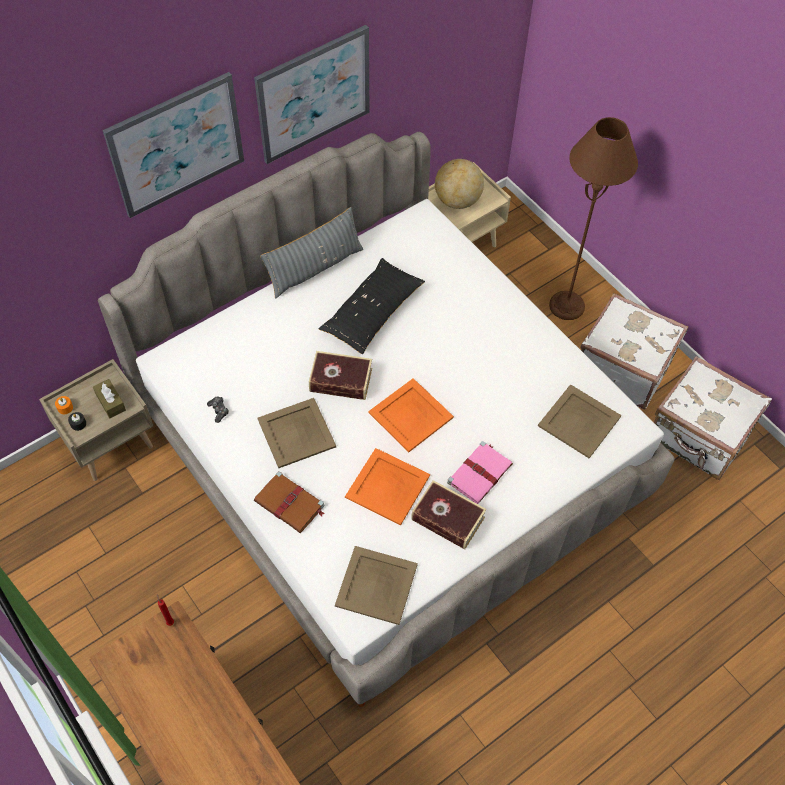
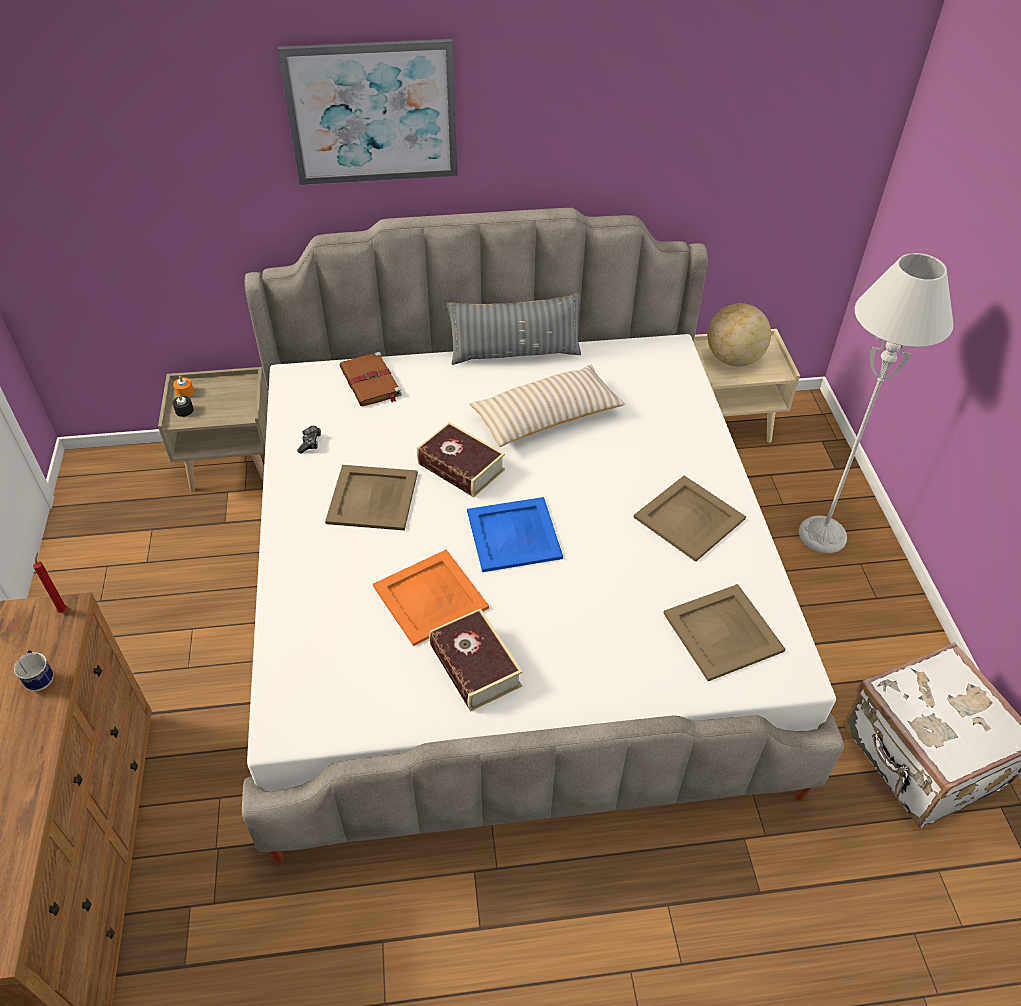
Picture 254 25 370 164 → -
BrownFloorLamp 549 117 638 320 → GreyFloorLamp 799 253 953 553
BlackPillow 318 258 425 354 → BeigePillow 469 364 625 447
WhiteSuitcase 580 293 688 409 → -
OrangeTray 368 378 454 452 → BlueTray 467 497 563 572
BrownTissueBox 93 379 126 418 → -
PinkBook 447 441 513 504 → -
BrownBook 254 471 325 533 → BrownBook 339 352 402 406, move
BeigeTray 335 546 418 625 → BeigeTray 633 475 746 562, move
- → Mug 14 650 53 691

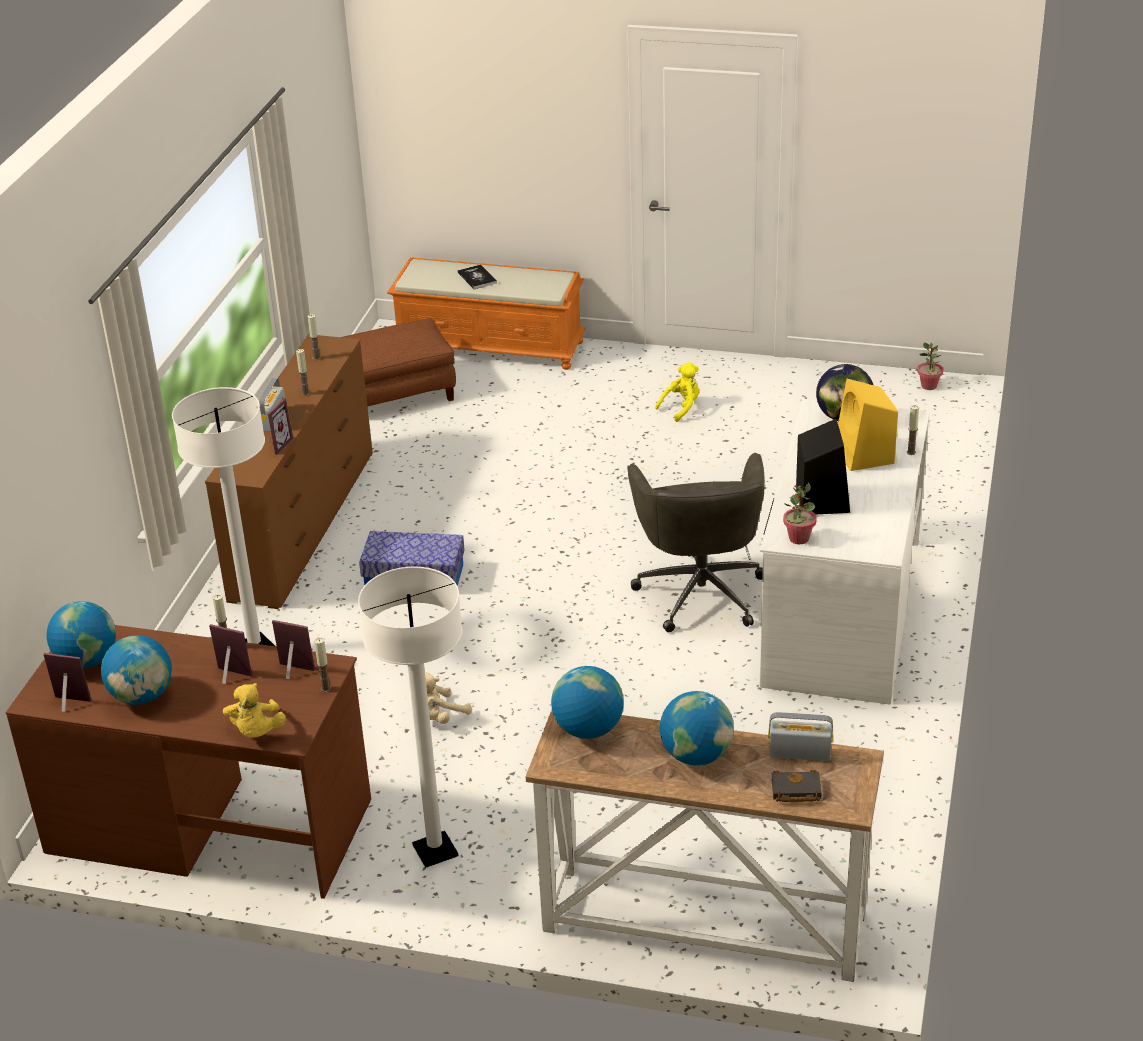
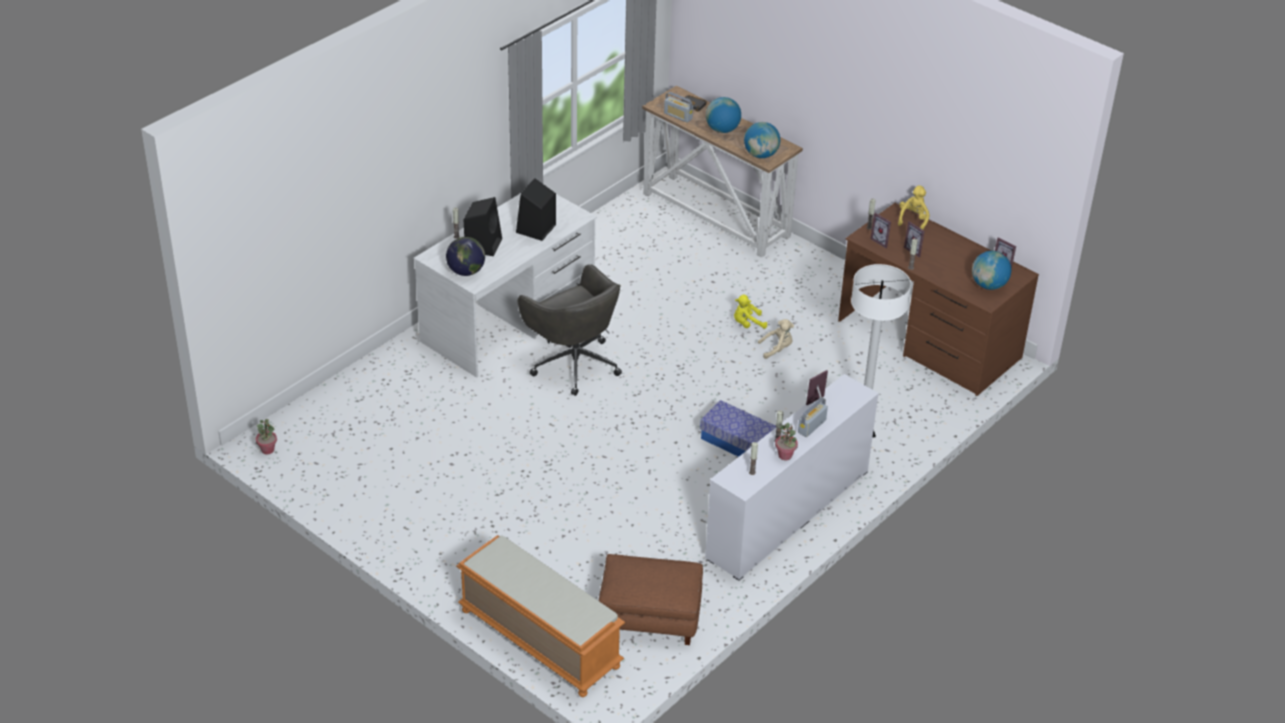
Book 458 264 497 289 → -
BrownDresser 205 334 373 609 → WhiteDresser 705 374 879 581
YellowPlushToy 655 362 699 422 → YellowPlushToy 734 295 767 329, move
YellowSpeaker 838 379 898 471 → BlackSpeaker 464 197 502 256
GreyOfficeChair 627 453 765 632 → GreyOfficeChair 518 264 622 396, 120 degrees clockwise
PottedPlant 783 483 817 544 → PottedPlant 775 423 798 460, move
WhiteFloorLamp 358 566 462 868 → -
Globe 101 635 172 705 → -

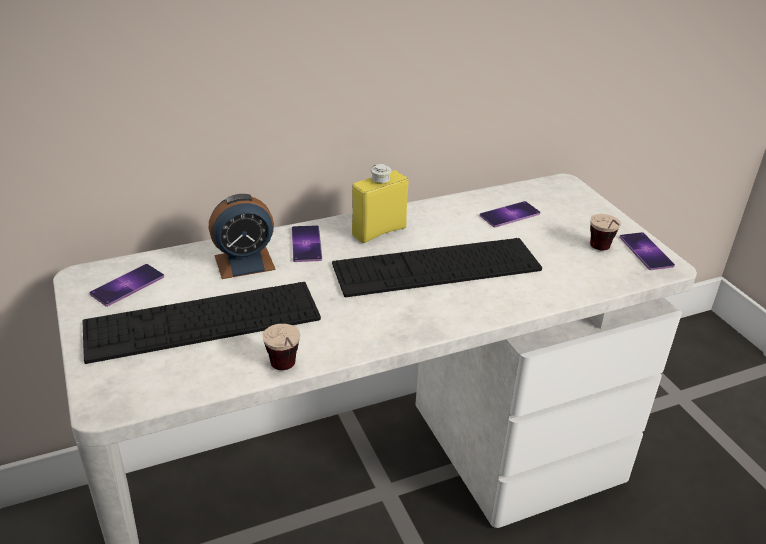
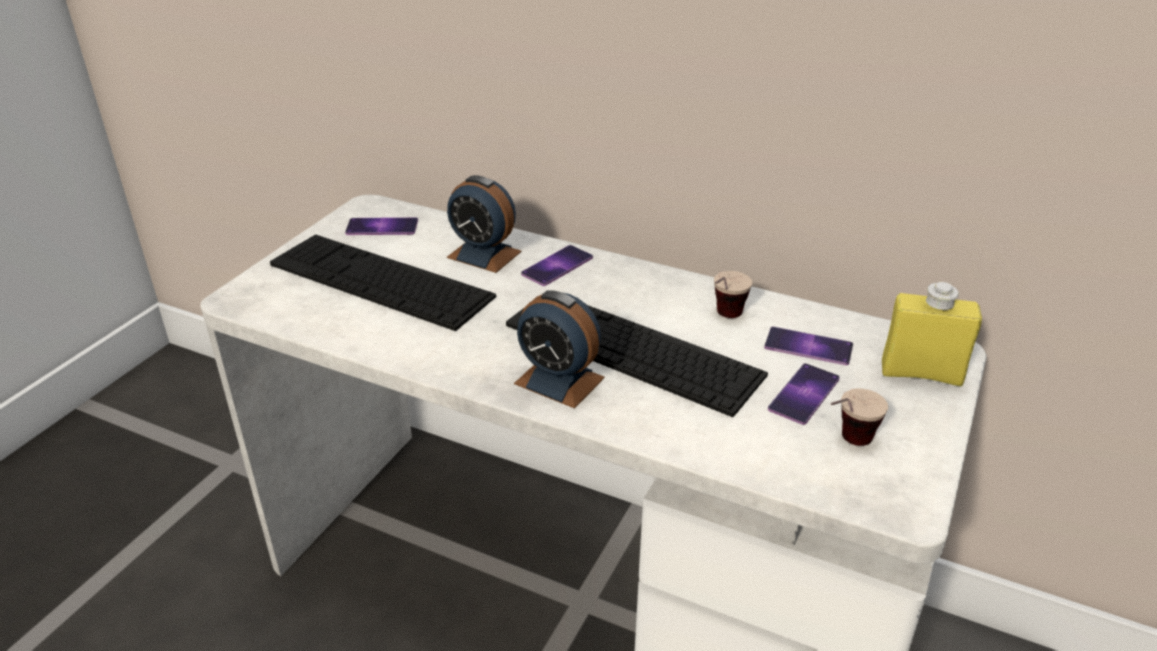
YellowBottle 352 164 408 243 → YellowBottle 882 282 982 386, move
Phone 619 232 675 270 → Phone 768 363 840 425, move
Cup 263 324 300 370 → Cup 714 271 752 318, move
- → AlarmClock 514 290 605 409

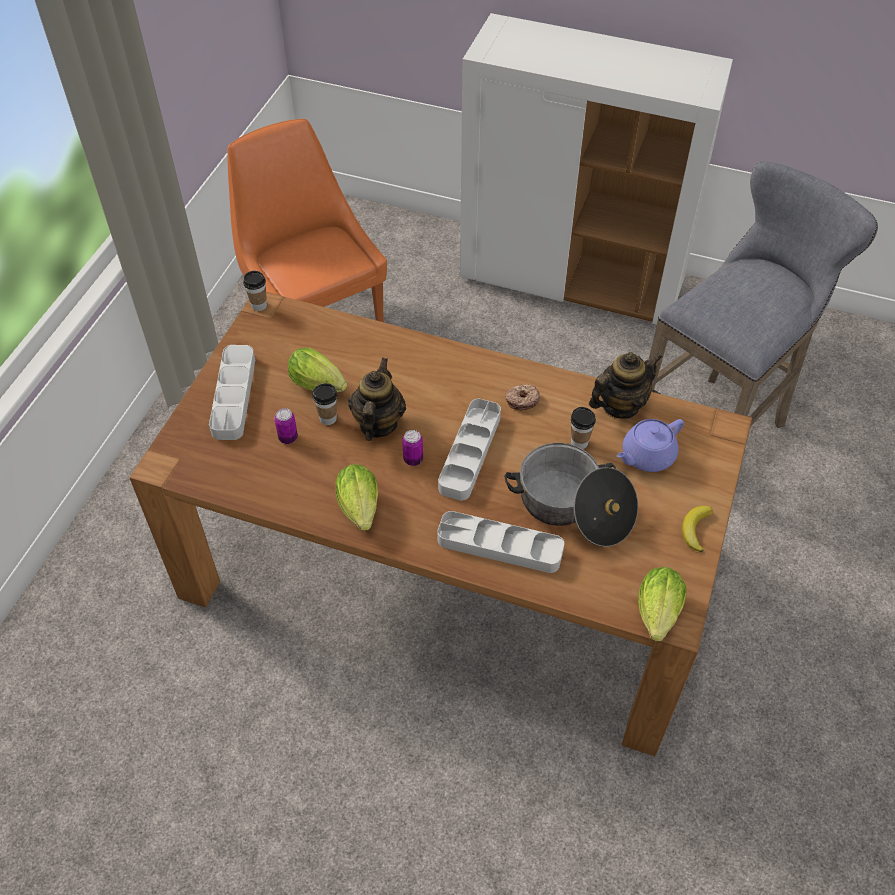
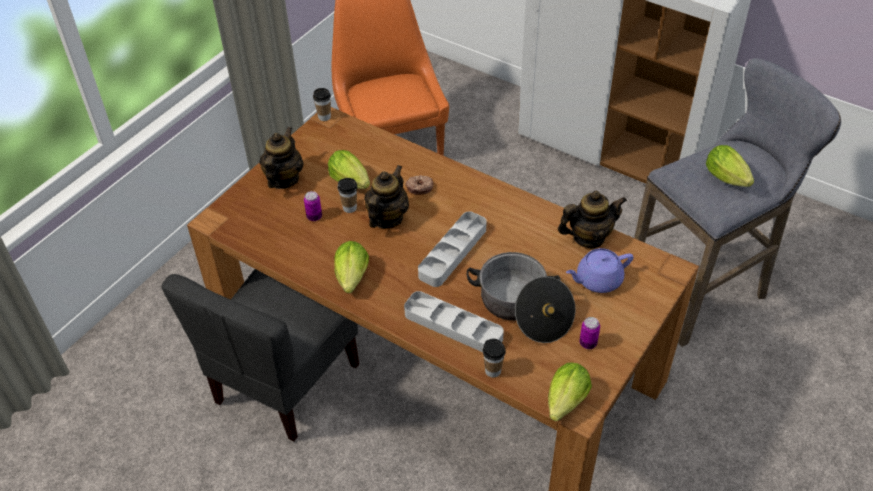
GreyTray 209 345 255 440 → Teapot 260 127 304 189
Donut 505 384 540 411 → Donut 405 175 433 195, move
Cup 571 407 596 449 → Cup 482 339 506 378, move
Can 402 430 423 466 → Can 580 317 600 349, move
Banana 682 506 713 552 → -
- → Lettuce 706 145 754 187
- → GreyChair 161 269 359 442

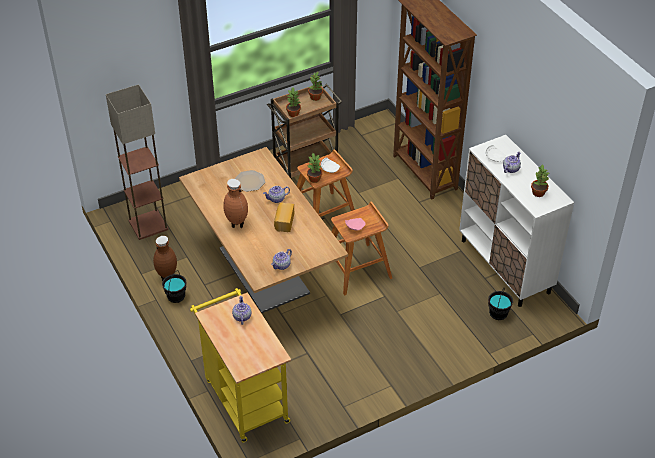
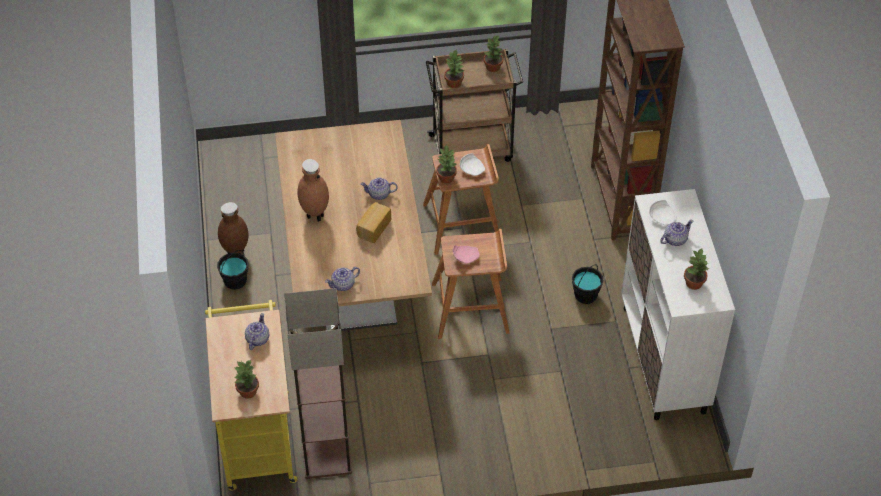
FloorLamp 106 84 168 240 → FloorLamp 284 288 352 479, move
Plate 234 170 265 192 → -
BlackBucket 488 288 513 320 → BlackBucket 572 265 603 304, move
- → PottedPlant 235 360 259 399

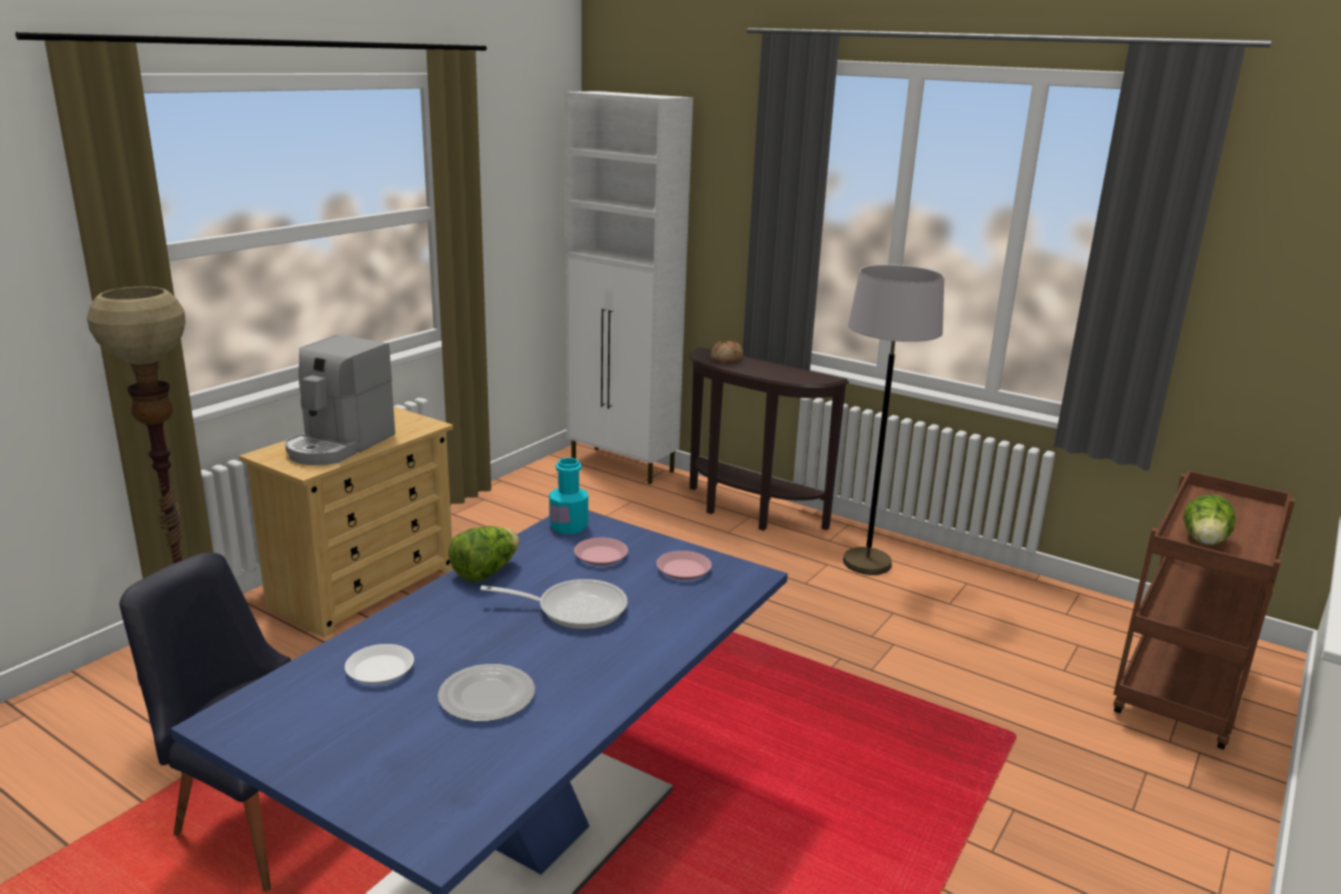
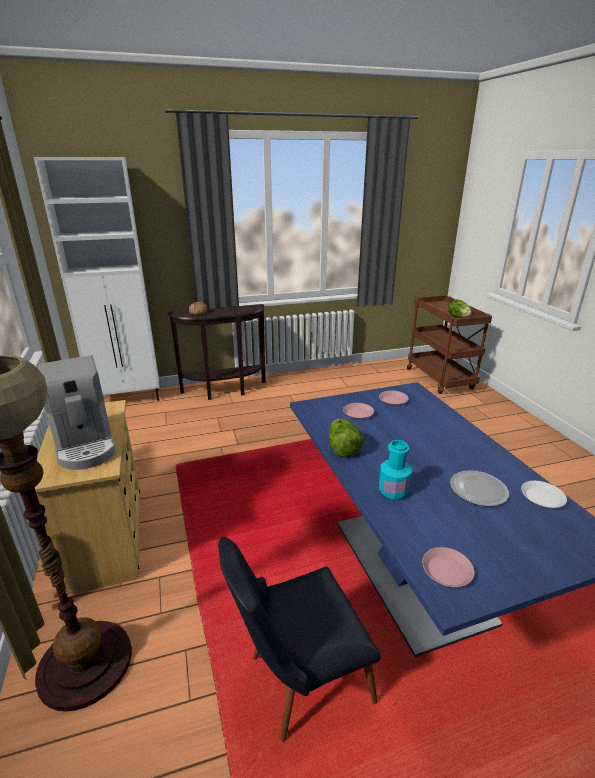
GreyFloorLamp 843 264 944 575 → -
TurquoiseBottle 549 458 588 534 → TurquoiseBottle 379 440 412 499, move
FryingPan 480 579 628 629 → -
WhitePlate 345 644 414 685 → WhitePlate 521 481 567 508, move
- → PinkPlate 422 547 474 587

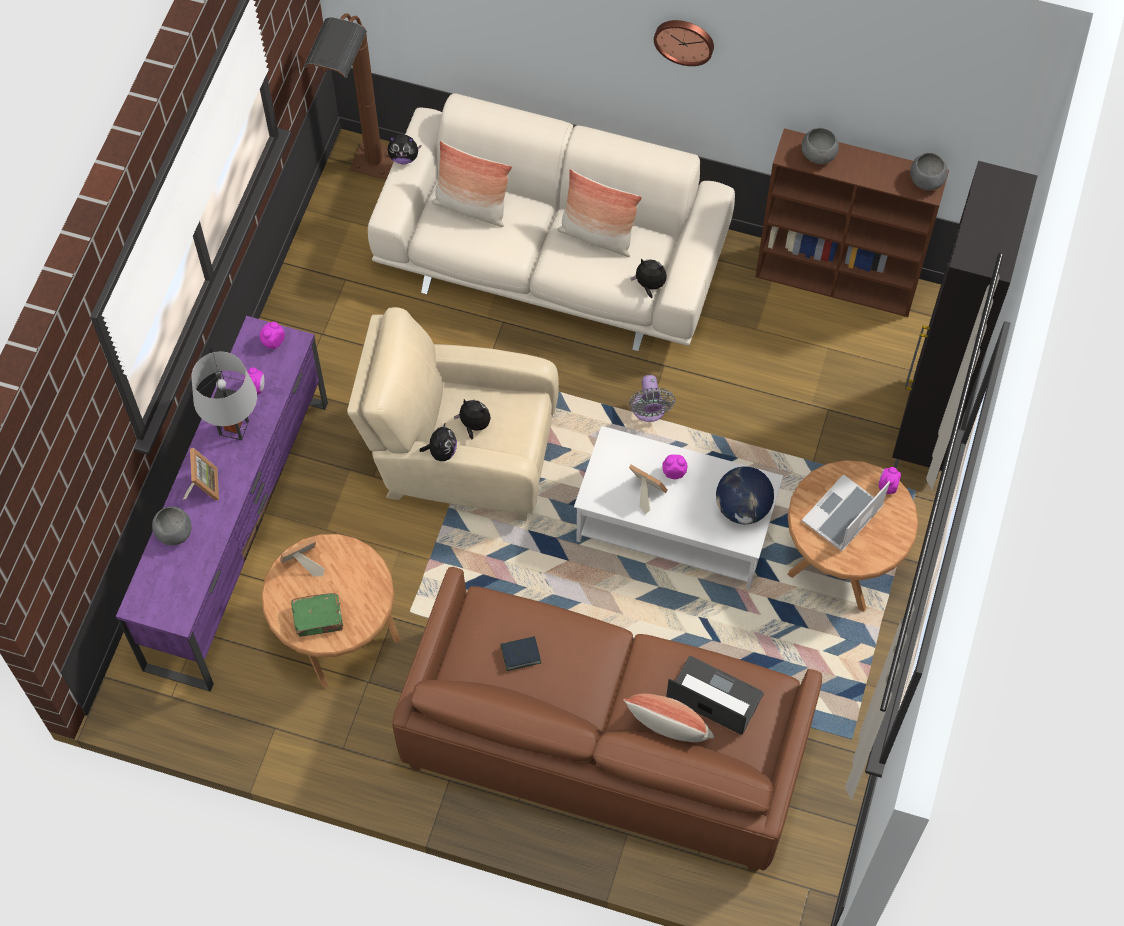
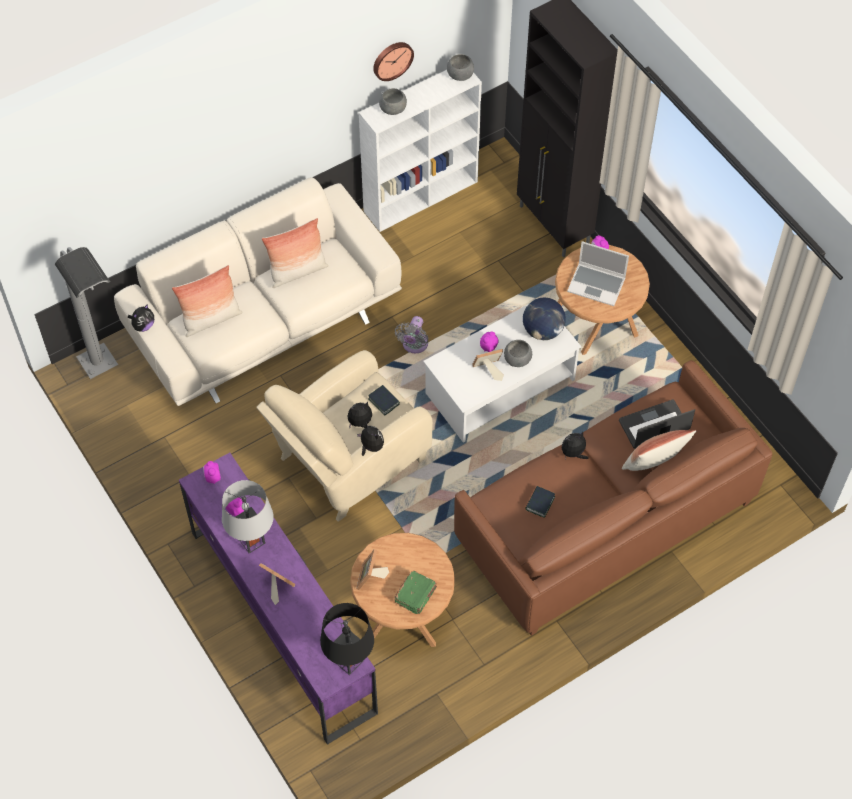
BrownFloorLamp 304 14 394 180 → GreyFloorLamp 55 247 118 379
WallClock 654 20 714 66 → WallClock 373 42 414 81, move
BrownBookcase 755 128 949 317 → WhiteBookcase 359 70 482 232
PlushToy 631 258 667 298 → PlushToy 562 432 589 460, move
GreyFan 629 375 675 422 → GreyFan 395 316 428 353, 75 degrees clockwise
Laptop 802 474 890 551 → Laptop 567 241 629 306, 60 degrees counterclockwise
GreyBowl 152 507 192 545 → GreyBowl 504 340 532 367, move
- → Book 368 385 400 416
- → BlackTableLamp 320 603 374 675

